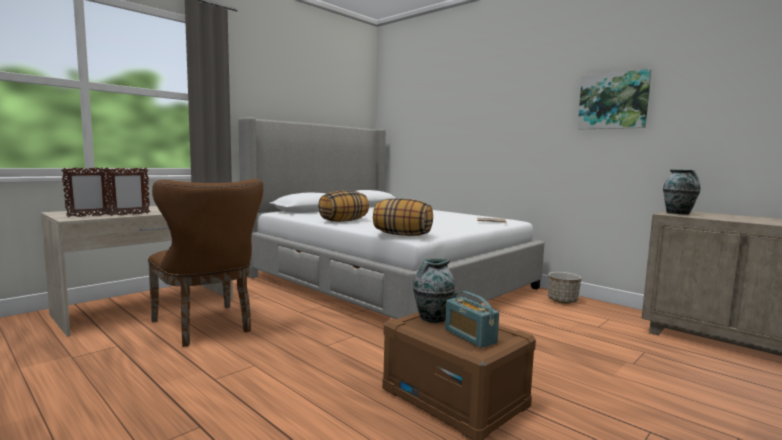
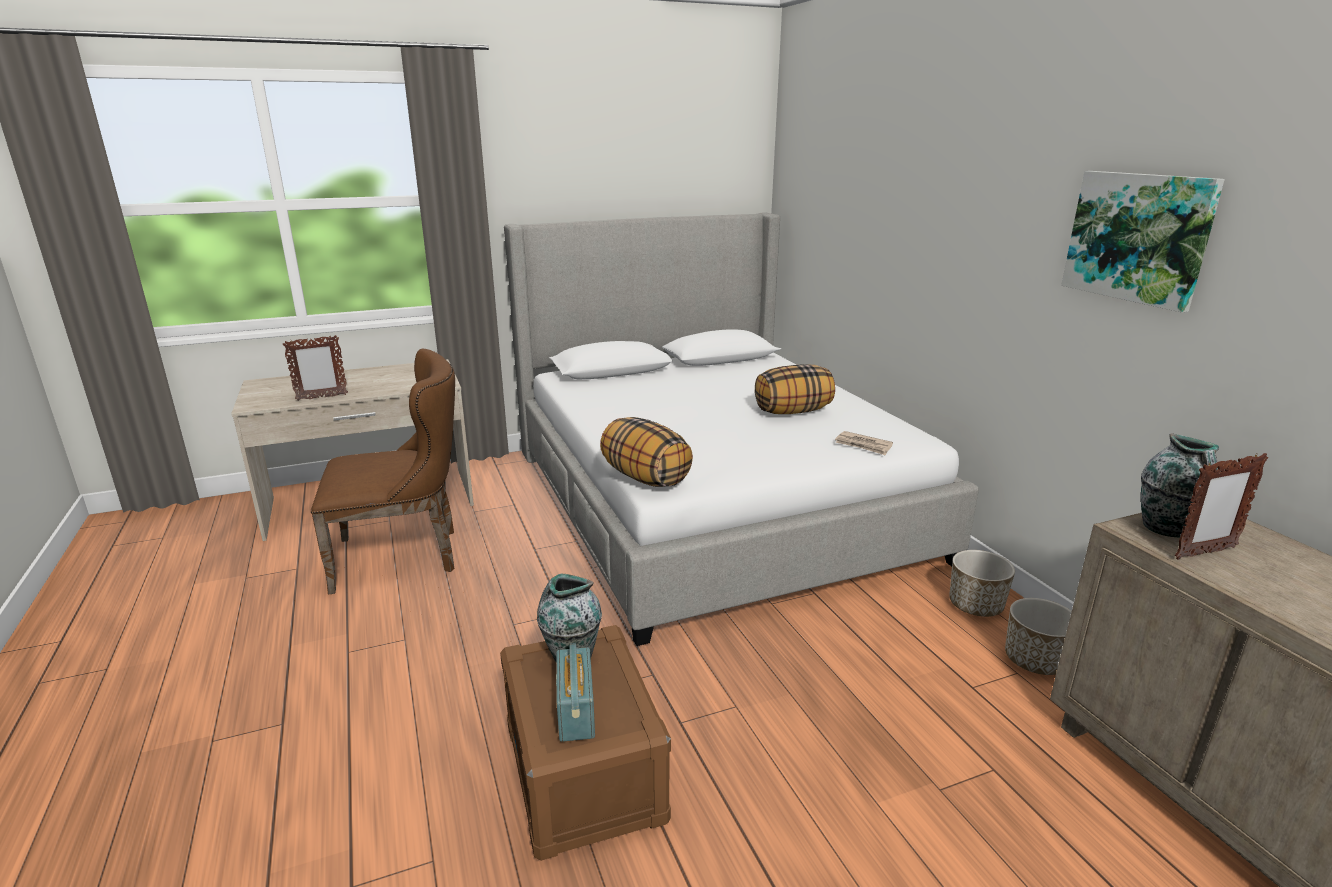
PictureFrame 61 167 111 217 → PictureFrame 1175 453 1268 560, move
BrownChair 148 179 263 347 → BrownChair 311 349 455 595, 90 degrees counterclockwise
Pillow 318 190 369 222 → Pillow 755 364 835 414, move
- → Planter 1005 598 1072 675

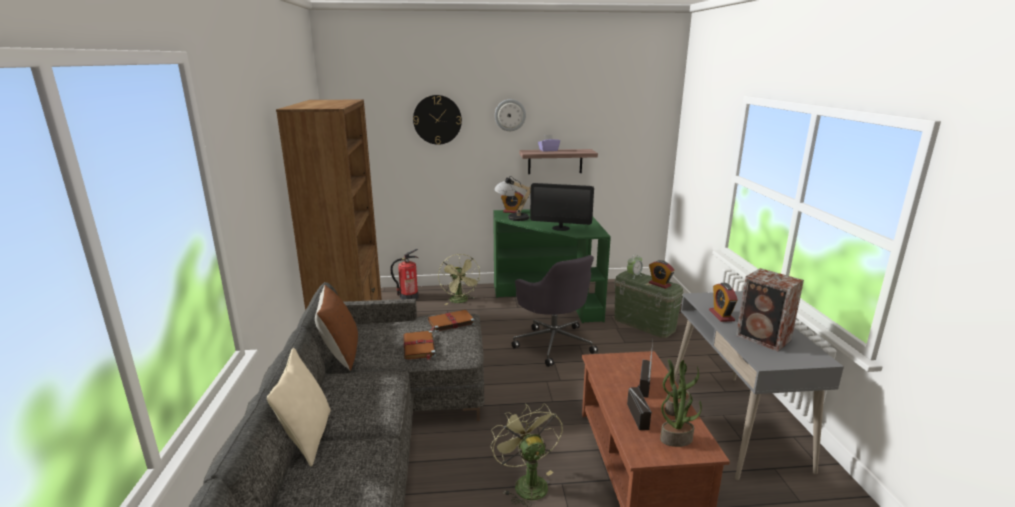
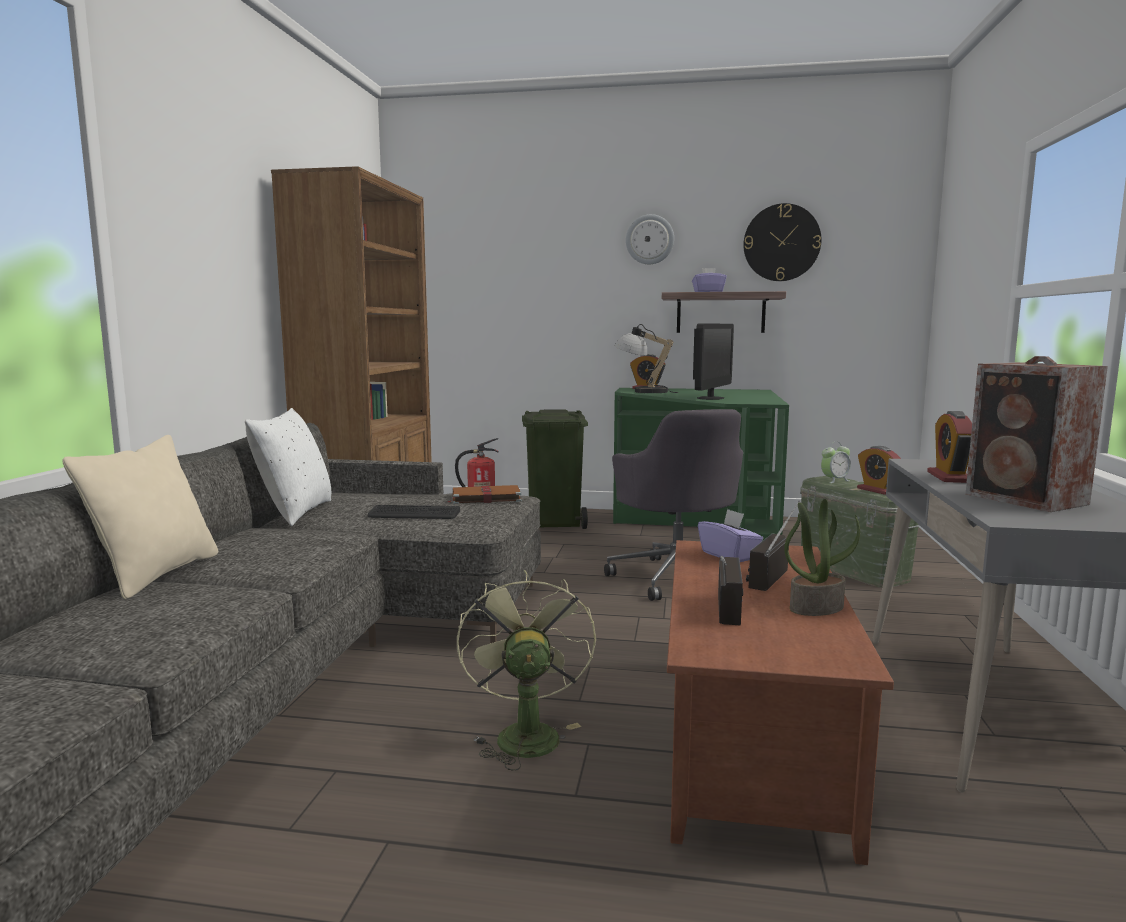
WallClock 413 95 462 145 → WallClock 743 203 821 281, move
Monitor 530 183 594 231 → Monitor 693 323 734 400, 90 degrees counterclockwise
GreenFan 438 254 481 305 → GreenTrashCan 522 409 588 529
BrownPillow 315 285 358 371 → WhitePillow 245 408 331 526
BrownBook 404 330 436 360 → Keyboard 368 505 460 519
PottedPlant 660 384 702 447 → -
- → PurpleTissueBox 698 509 763 562

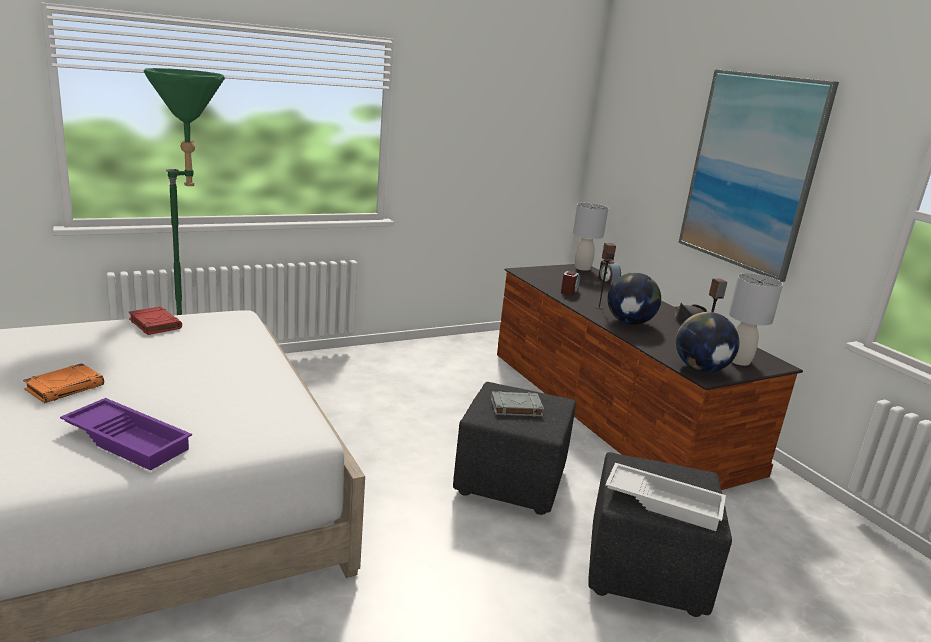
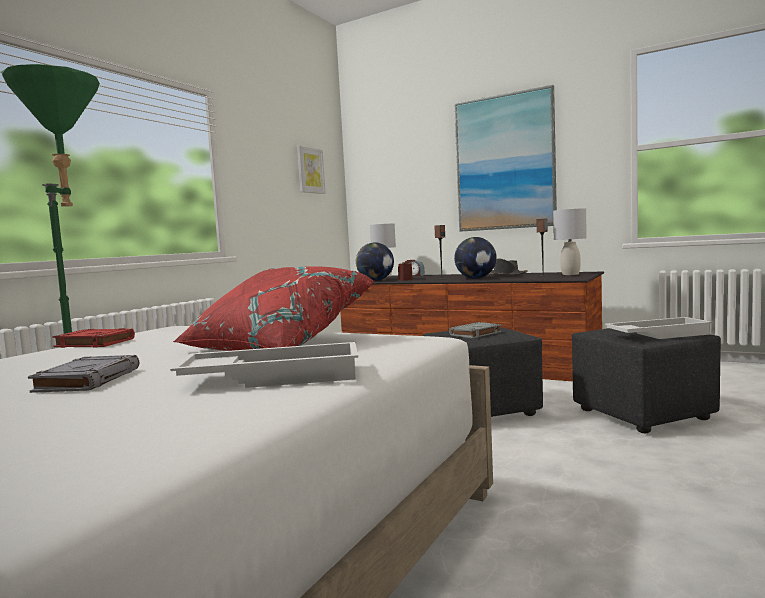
Globe 676 312 739 372 → Globe 356 242 394 281, move
OrangeBook 23 363 104 403 → GreyBook 28 355 139 393
PurpleTray 60 398 192 471 → WhiteTray 170 342 358 388
- → Picture 297 146 326 194
- → RedPillow 173 266 375 351

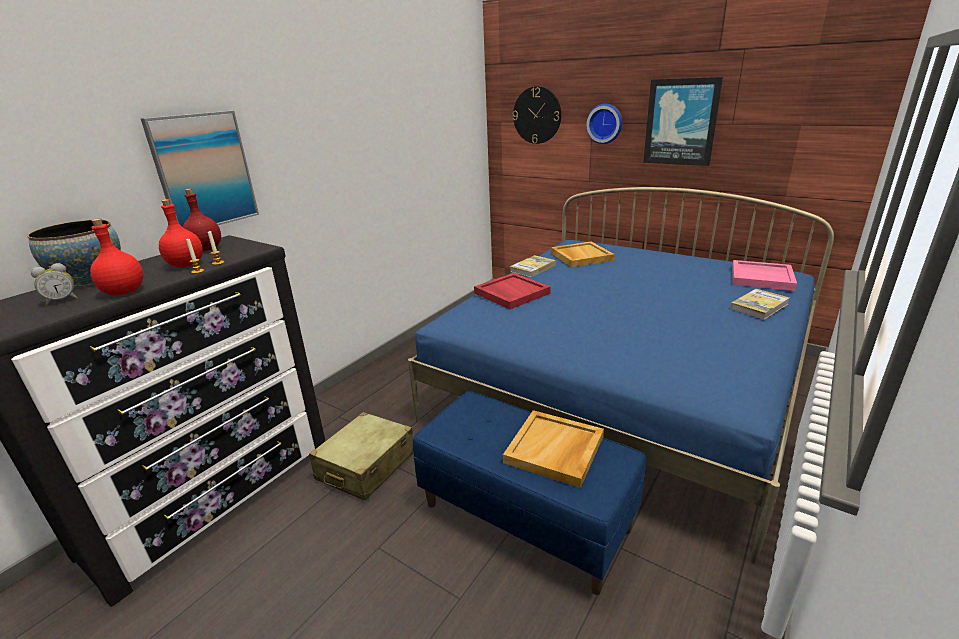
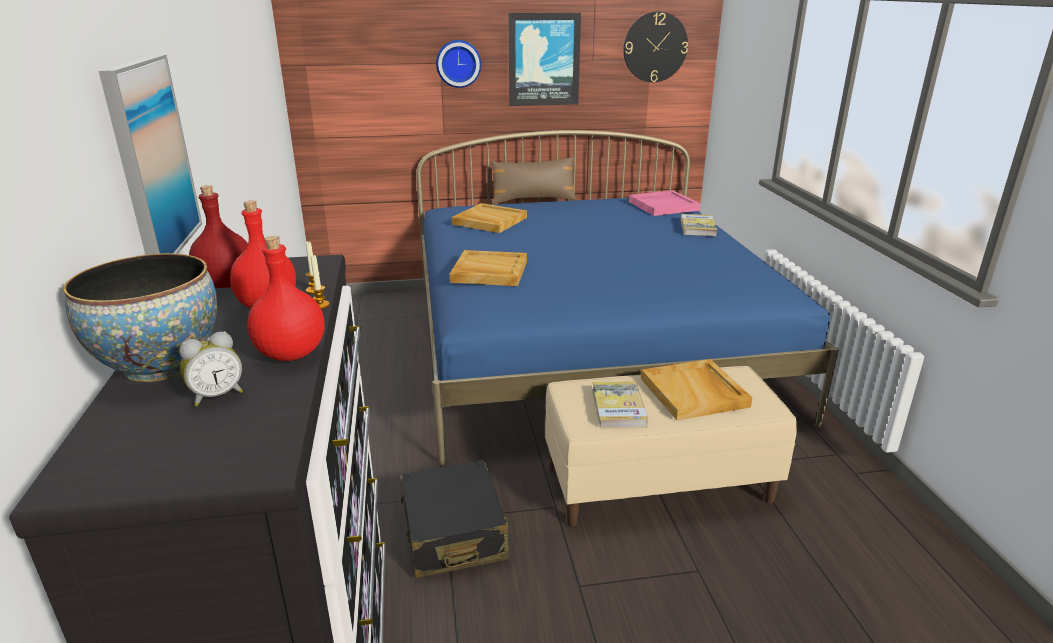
WallClock 513 86 561 144 → WallClock 623 12 688 82, move
Book 510 255 556 277 → Book 592 381 648 428, move
AlarmClock 31 263 77 306 → AlarmClock 179 331 243 406, 45 degrees clockwise
RedTray 474 273 551 309 → BeigeTray 450 250 527 286
BlueBench 413 391 646 595 → BeigeBench 545 366 797 527
BeigeSuitcase 309 412 414 501 → BlackSuitcase 400 460 509 578
- → BrownPillow 491 157 577 204

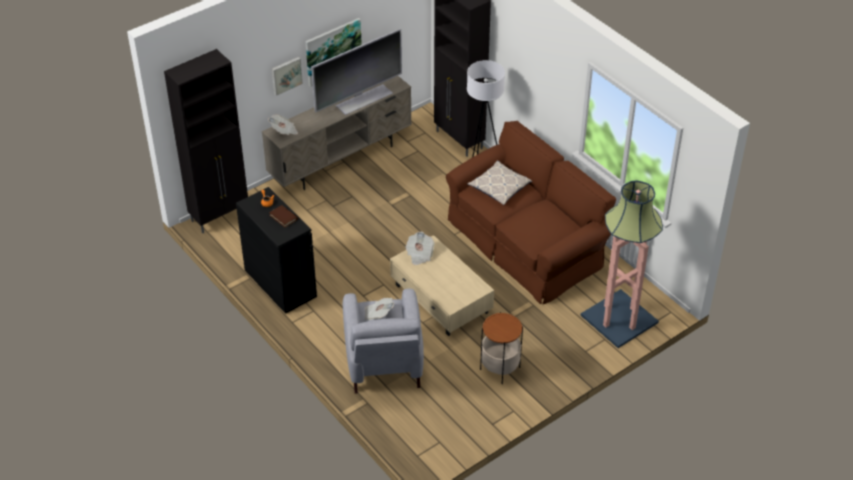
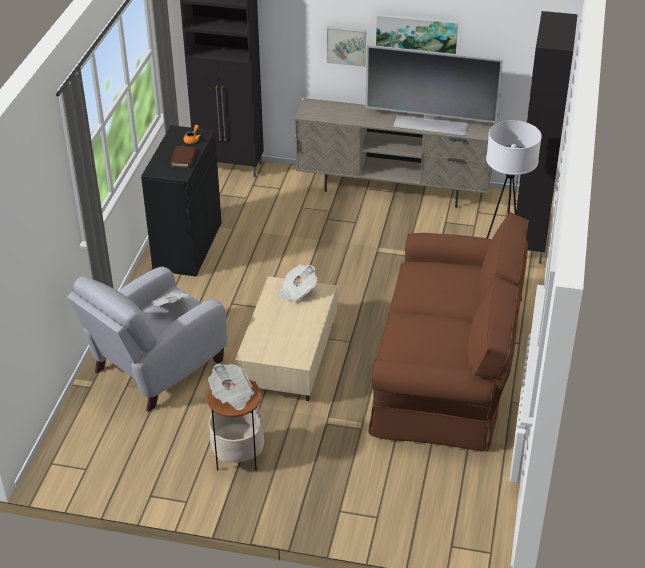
Newspaper 268 114 298 135 → Newspaper 208 364 254 411, move
Pillow 467 161 532 205 → -
FloorLamp 580 181 663 348 → -

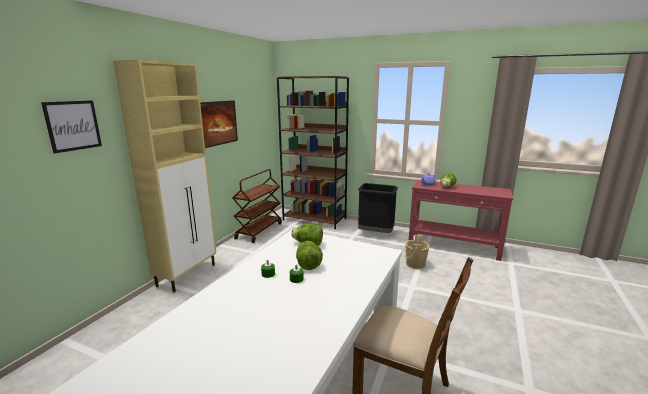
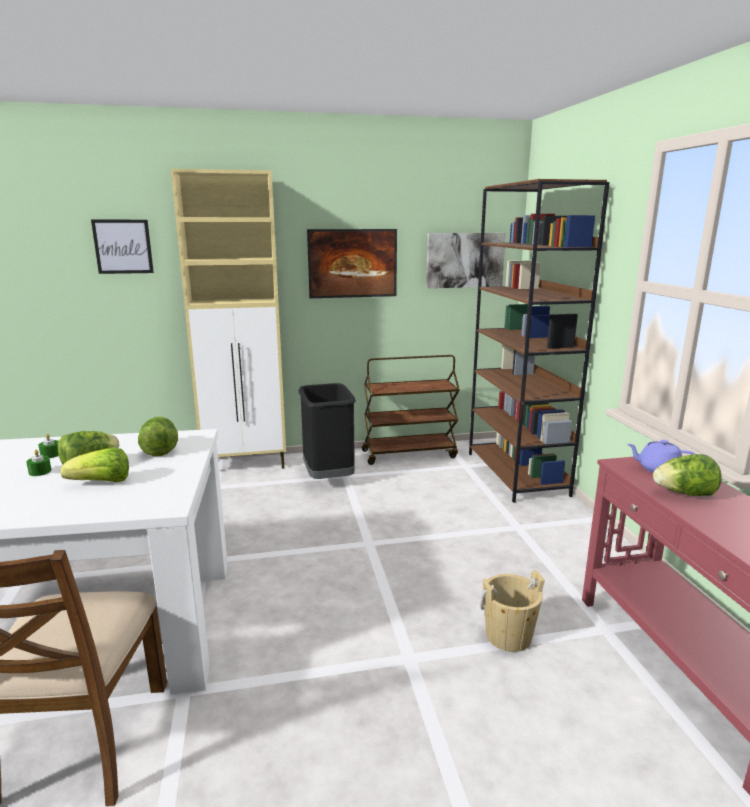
BlackTrashCan 358 183 398 233 → BlackTrashCan 299 383 356 479, move
- → Picture 426 233 506 288
- → Lettuce 61 447 129 482

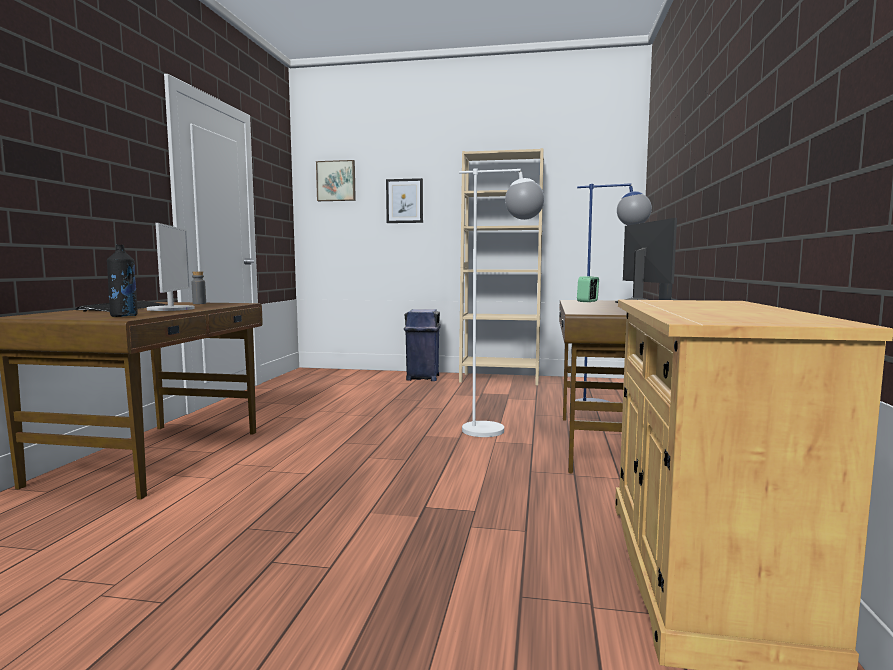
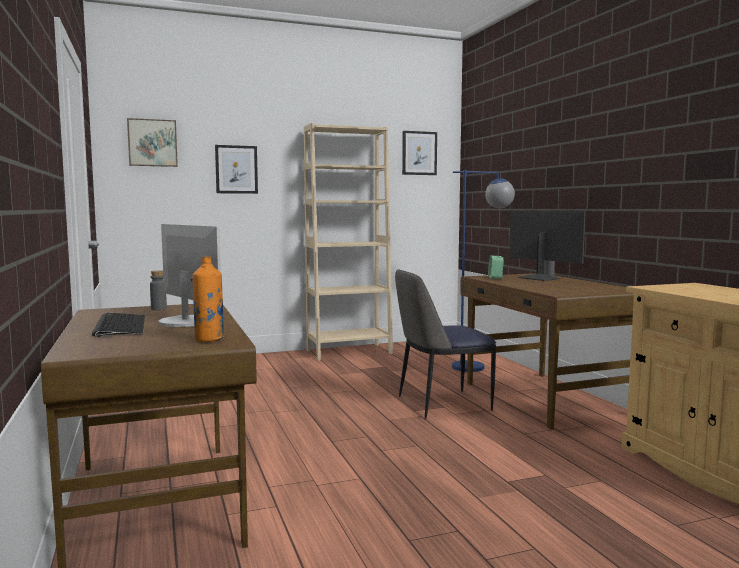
WhiteFloorLamp 459 168 544 437 → Chair 395 269 496 418
BlackBottle 107 245 138 317 → OrangeBottle 193 256 224 342
BlueTrashCan 404 309 441 381 → -
- → Picture 402 131 437 175

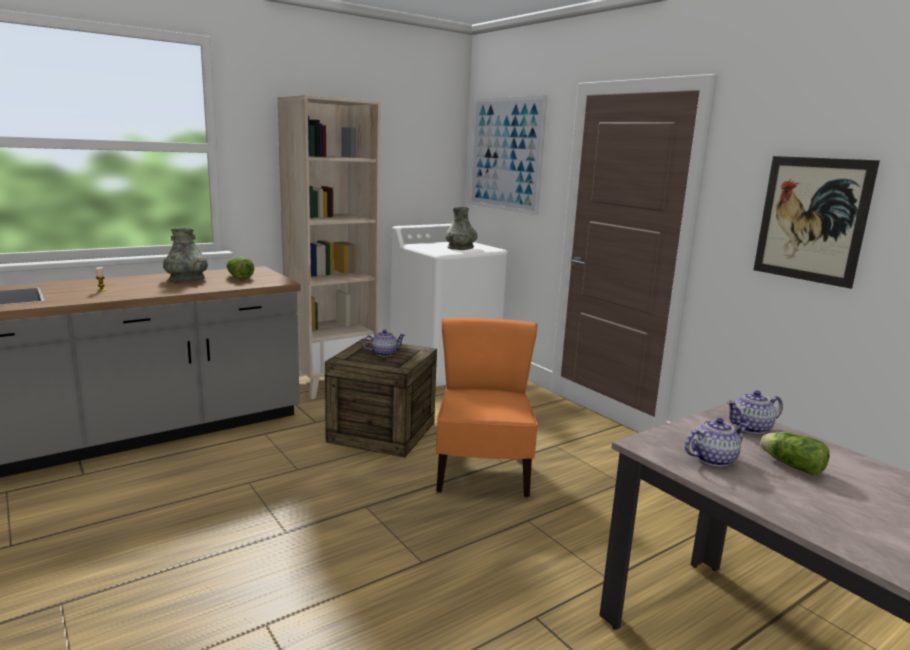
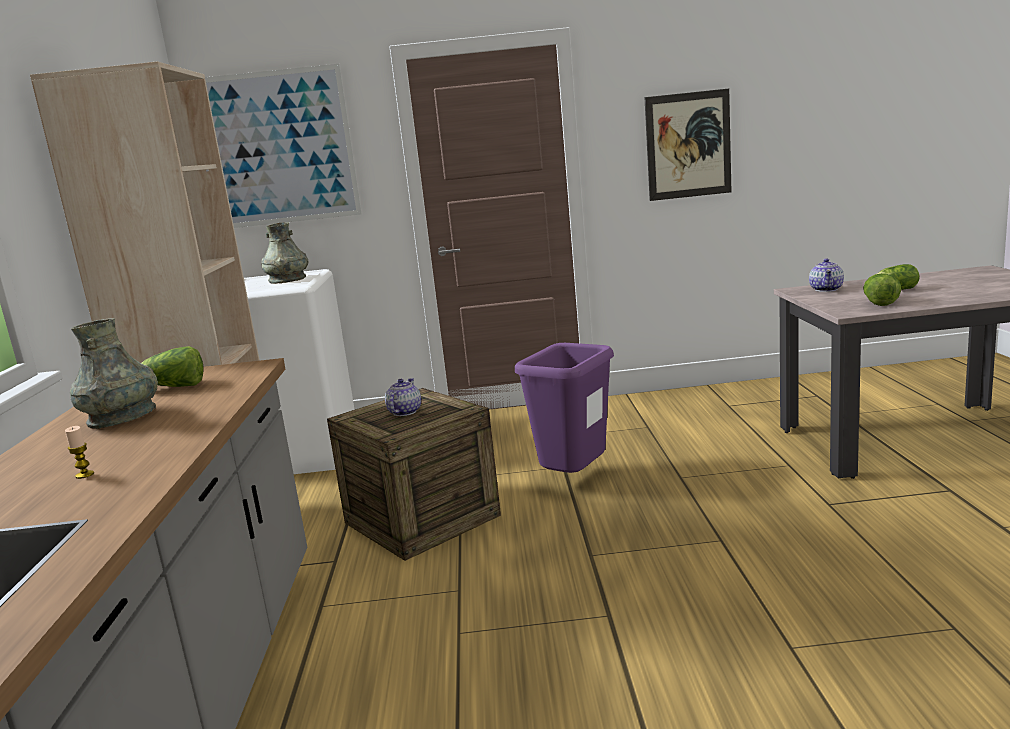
OrangeChair 436 318 538 497 → PurpleTrashCan 515 343 614 473
Teapot 685 418 749 467 → Lettuce 863 273 901 306

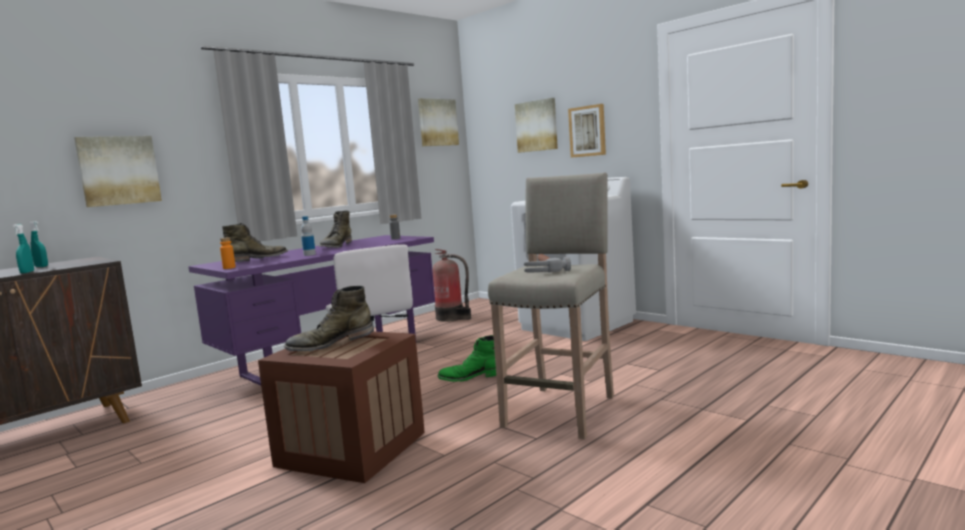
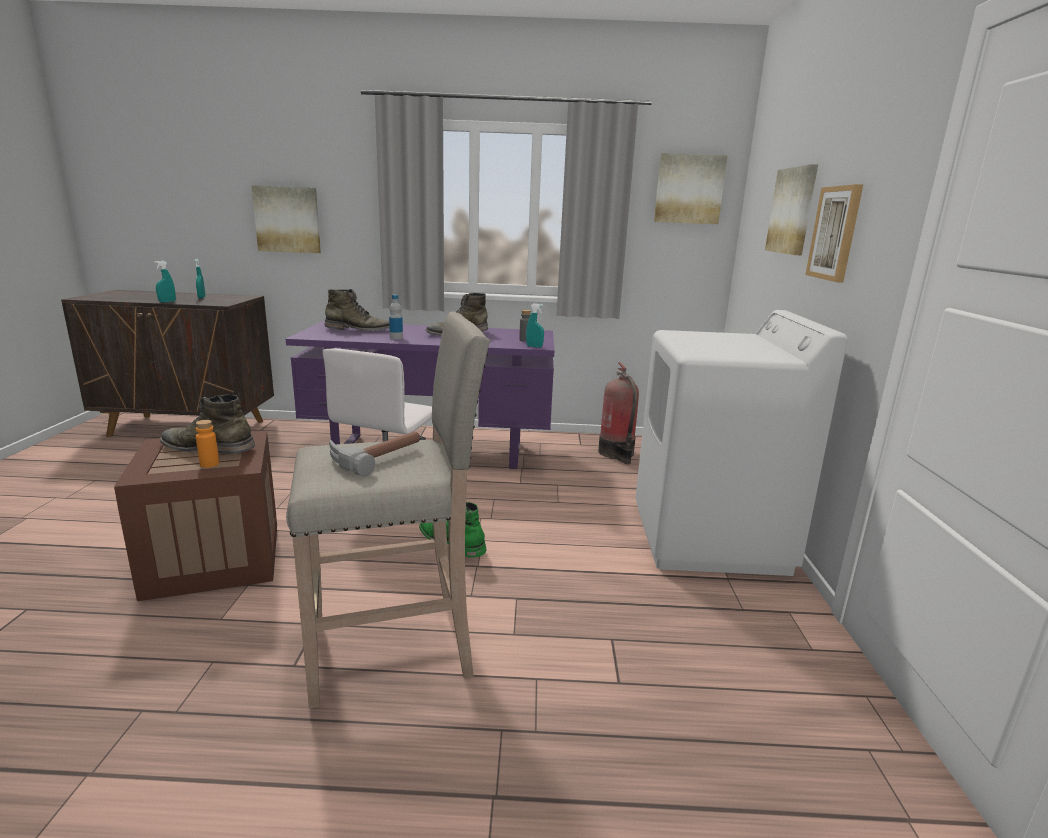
OrangeBottle 220 237 236 269 → OrangeBottle 196 420 219 468, move
- → TurquoiseSprayBottle 526 304 544 348

